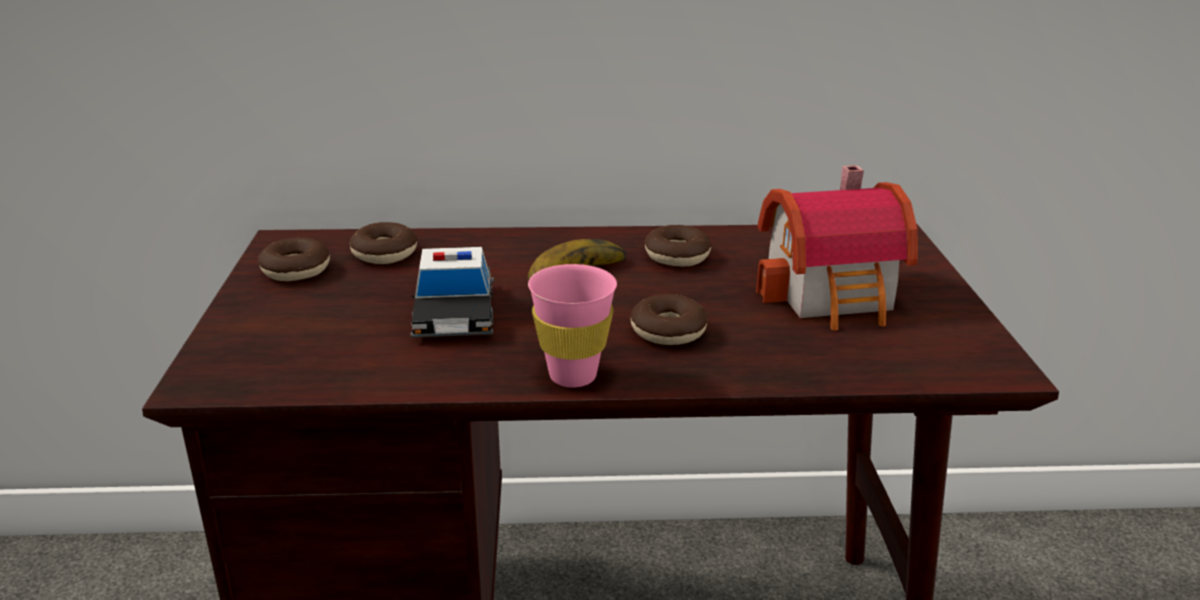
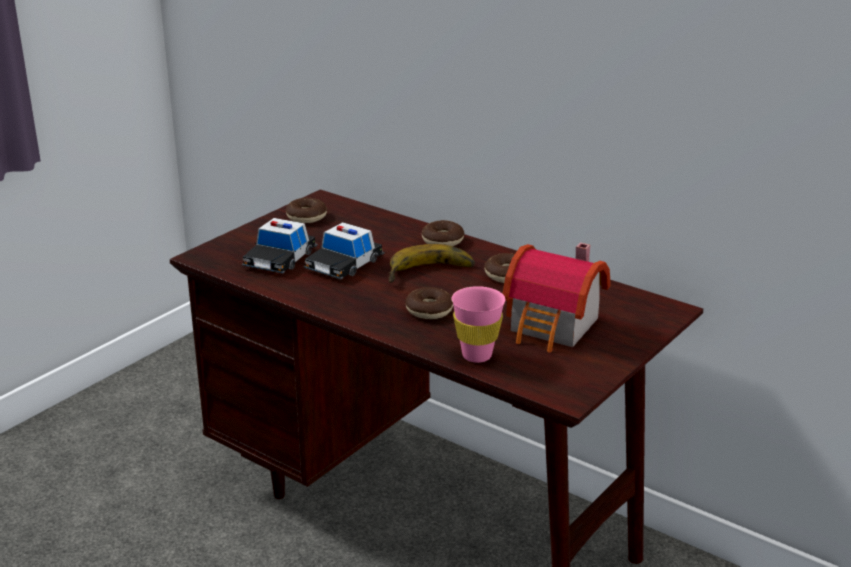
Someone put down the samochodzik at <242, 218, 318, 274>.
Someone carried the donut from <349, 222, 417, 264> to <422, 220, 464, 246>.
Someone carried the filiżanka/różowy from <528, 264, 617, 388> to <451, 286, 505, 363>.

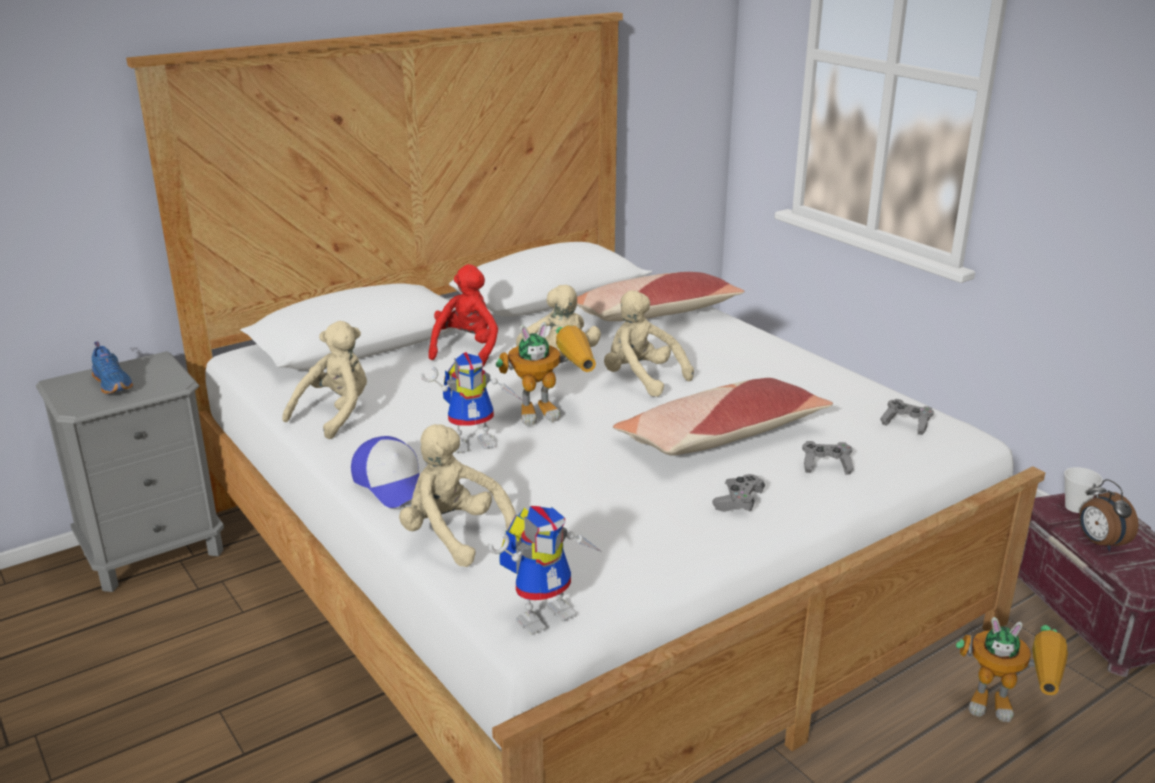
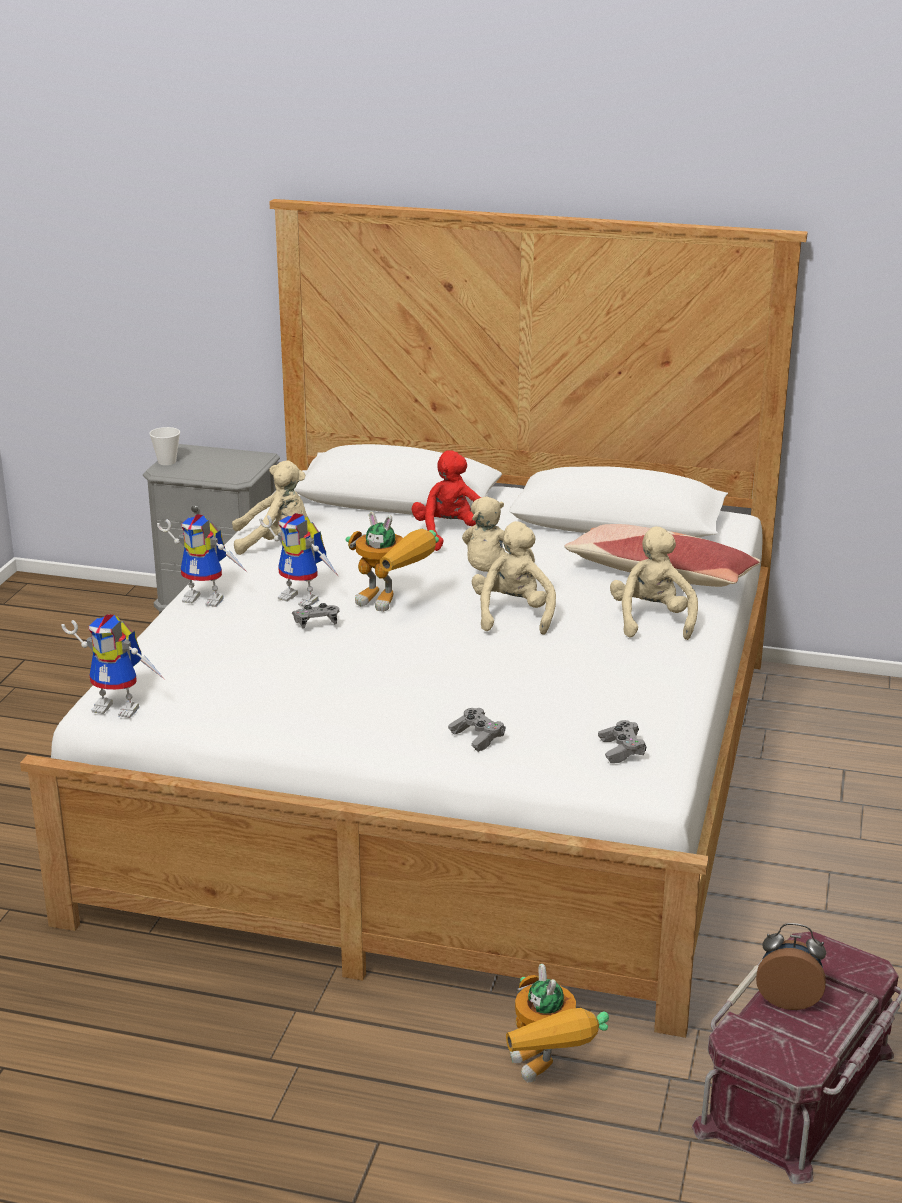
Someone took away the but/niebieski at <92, 341, 133, 394>.
Someone took away the poduszka at <613, 378, 833, 456>.
Someone carried the pluszak/beżowy from <399, 424, 516, 567> to <610, 527, 698, 640>.
Someone carried the pad do gier/szary from <712, 474, 765, 512> to <292, 603, 339, 628>.
Someone carried the filiżanka from <1064, 467, 1103, 513> to <149, 427, 180, 465>.
Someone swapped the czapka z daszkiem at <351, 436, 420, 508> for the robot zabawkowy at <157, 514, 248, 607>.
Someone rotated the pluszak/czerwony at <428, 264, 498, 366> by 75 degrees counterclockwise.
Someone rotated the budzik at <1079, 479, 1139, 551> by 75 degrees clockwise.

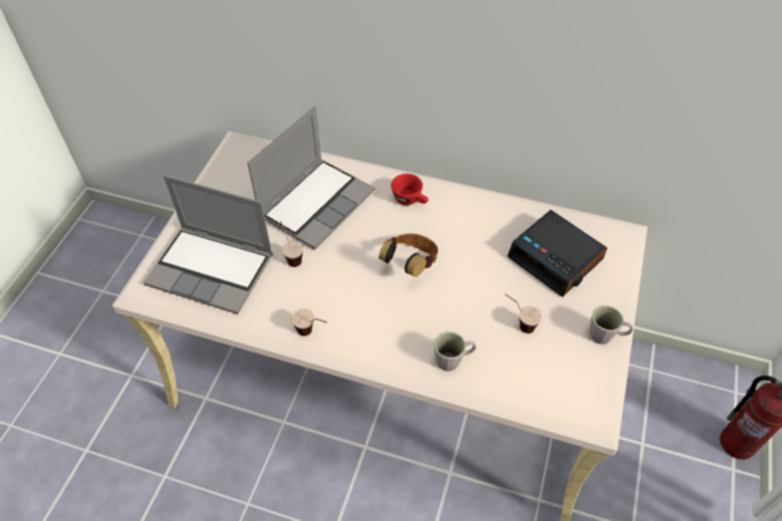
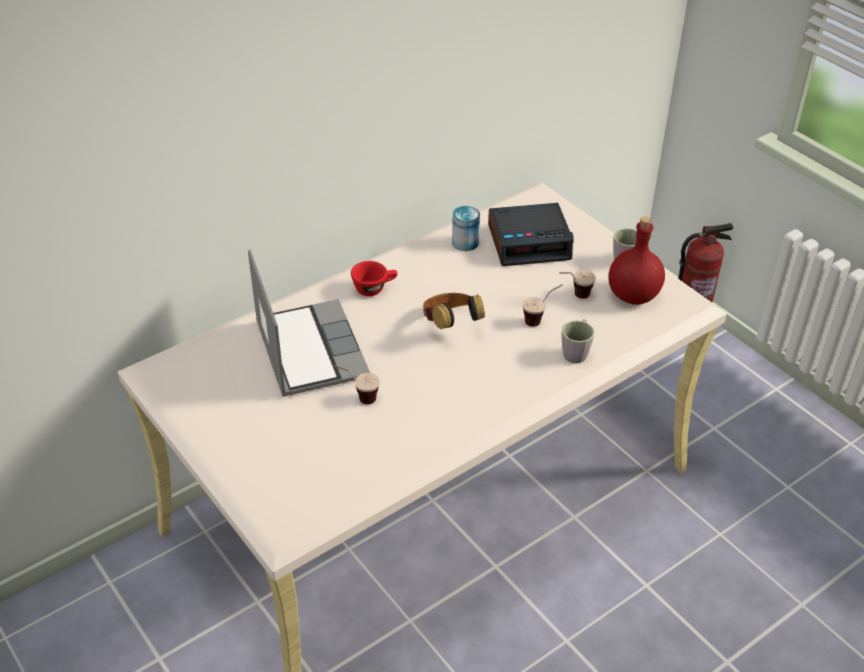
Someone took away the laptop at <143, 175, 273, 314>.
Someone put down the puszka at <452, 206, 480, 251>.
Someone put down the butelka/czerwony at <608, 217, 665, 305>.
Someone carried the filiżanka from <291, 309, 327, 336> to <523, 285, 562, 327>.

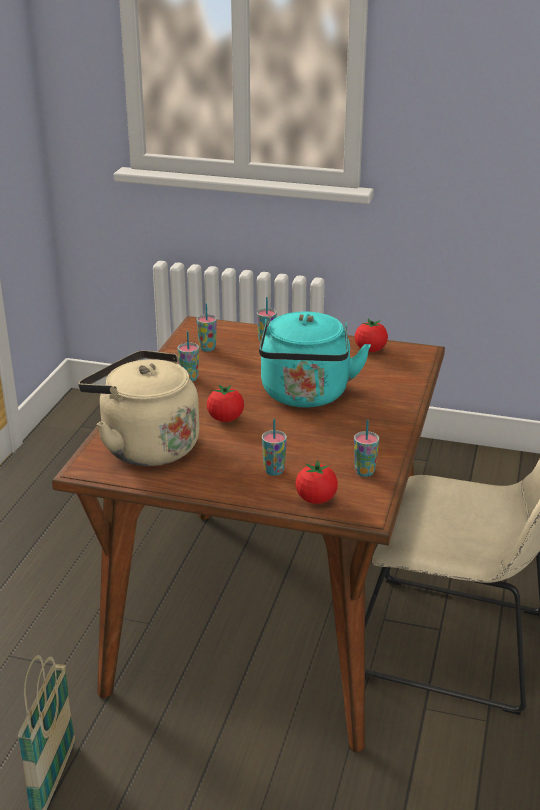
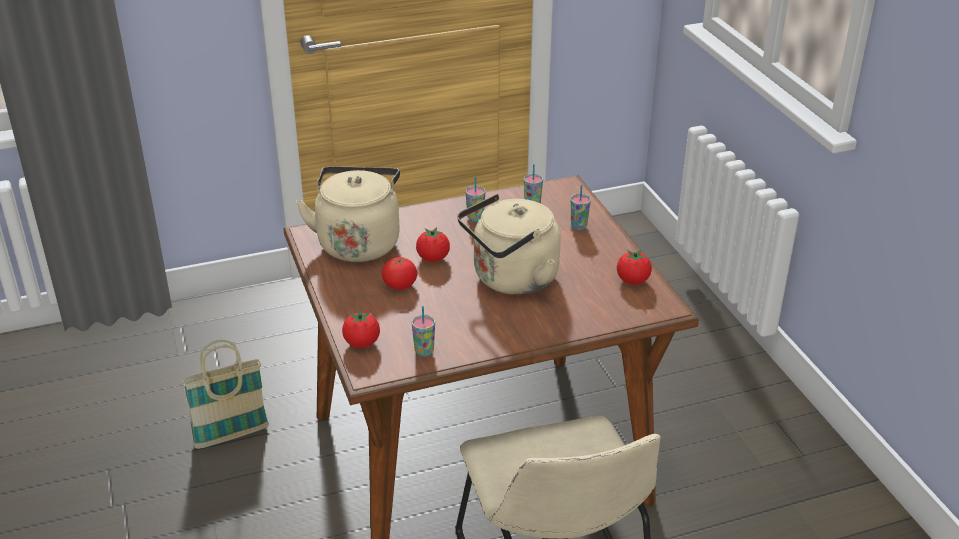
Someone took away the filiżanka at <262, 419, 287, 476>.
Someone put down the pomidor at <382, 256, 418, 290>.
Someone repainted the czajnik/turkusowy at <259, 312, 371, 408>, which became the czajnik/beżowy at <457, 194, 561, 295>.

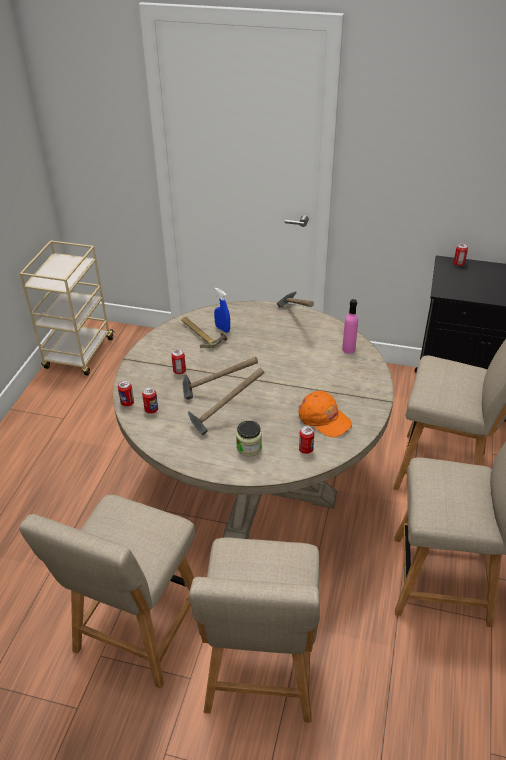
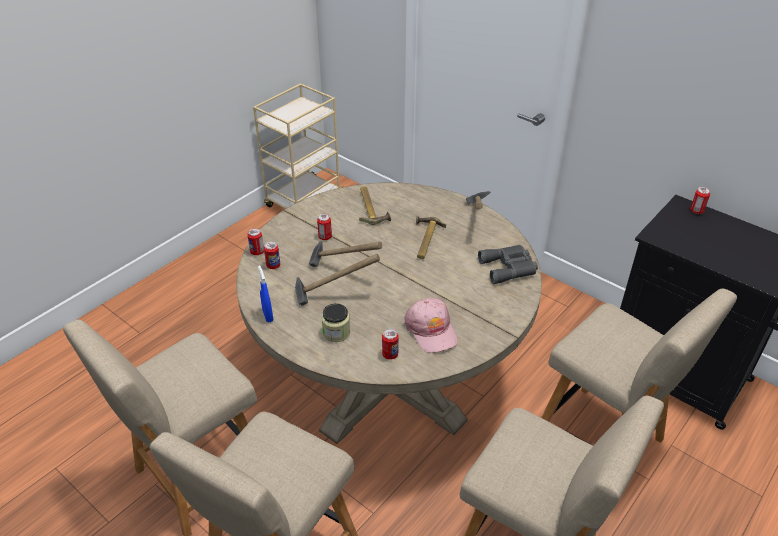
Someone put down the młotek at <416, 215, 446, 259>.
Someone carried the spryskiwacz/niebieski from <214, 288, 230, 333> to <258, 265, 273, 322>.
Someone swapped the butelka/różowy at <342, 299, 358, 354> for the lornetka/szary at <478, 245, 538, 284>.
Someone repainted the czapka z daszkiem/pomarańczowy at <299, 391, 352, 437>, which became the czapka z daszkiem/różowy at <404, 298, 458, 353>.

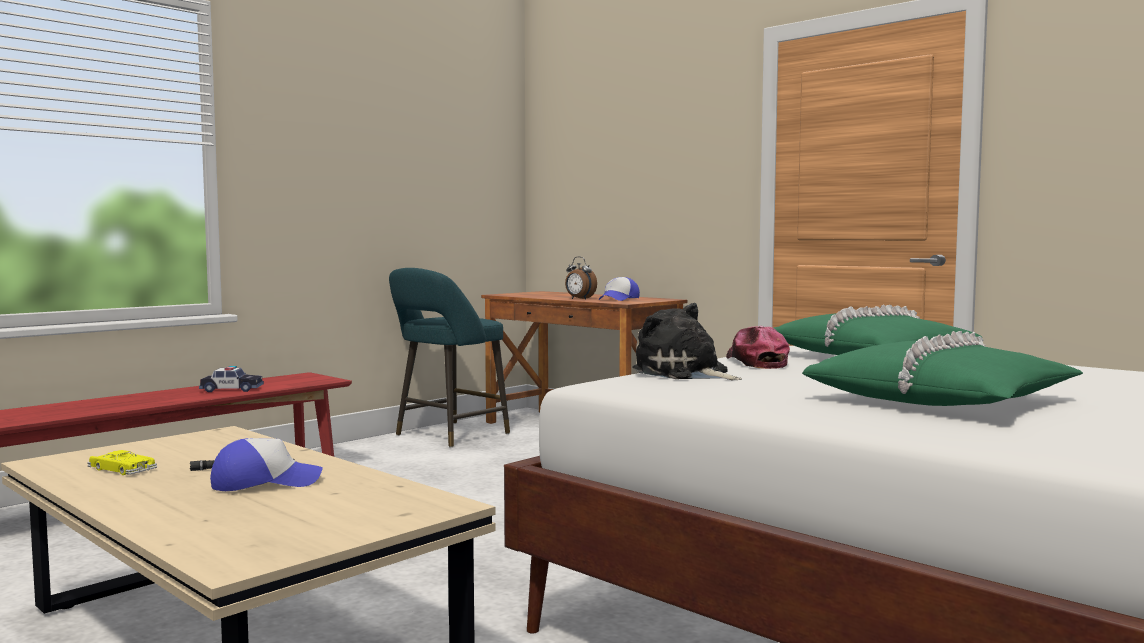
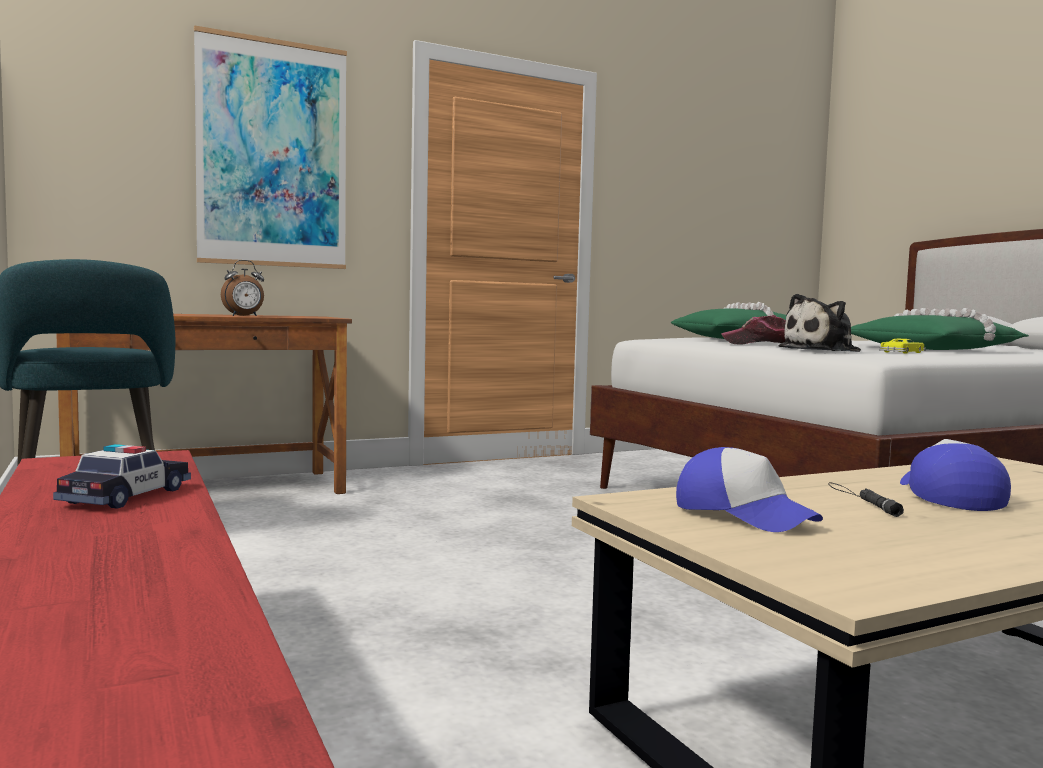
Someone put up the obraz at <194, 25, 347, 269>.
Someone carried the samochodzik/żółty from <87, 450, 157, 475> to <879, 339, 926, 354>.
Someone carried the czapka z daszkiem from <598, 277, 640, 301> to <676, 447, 823, 532>.

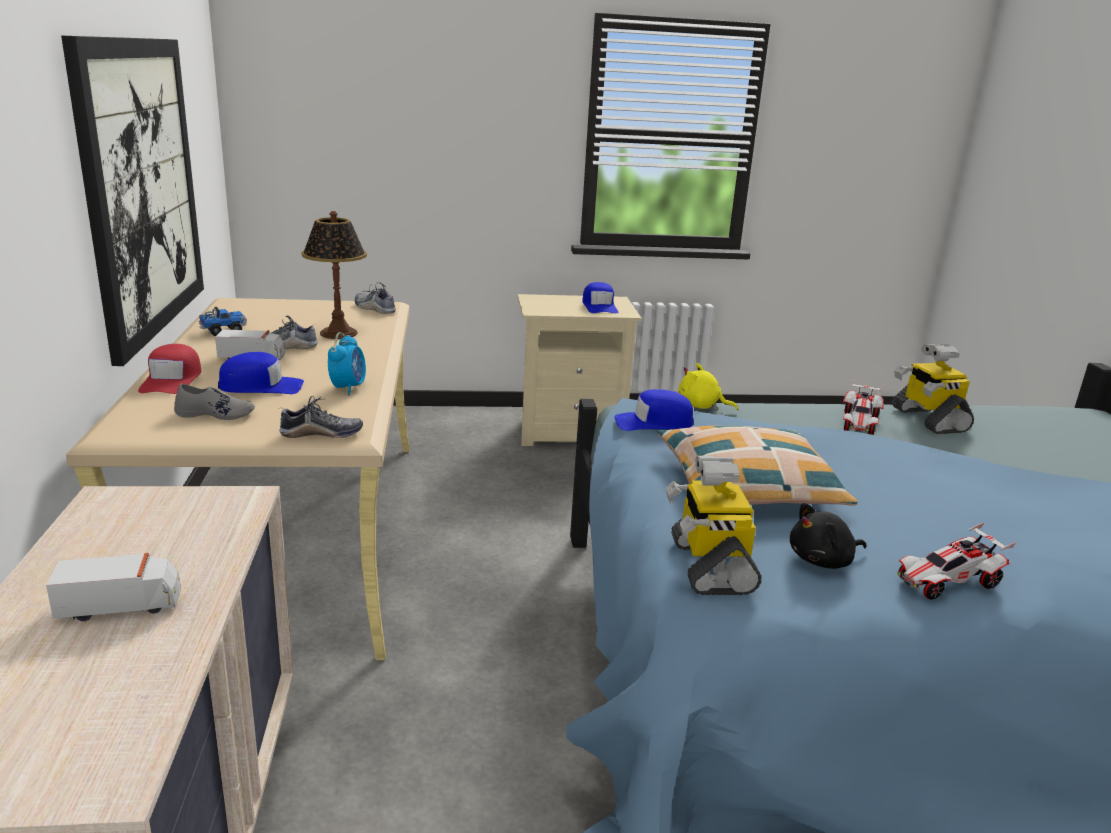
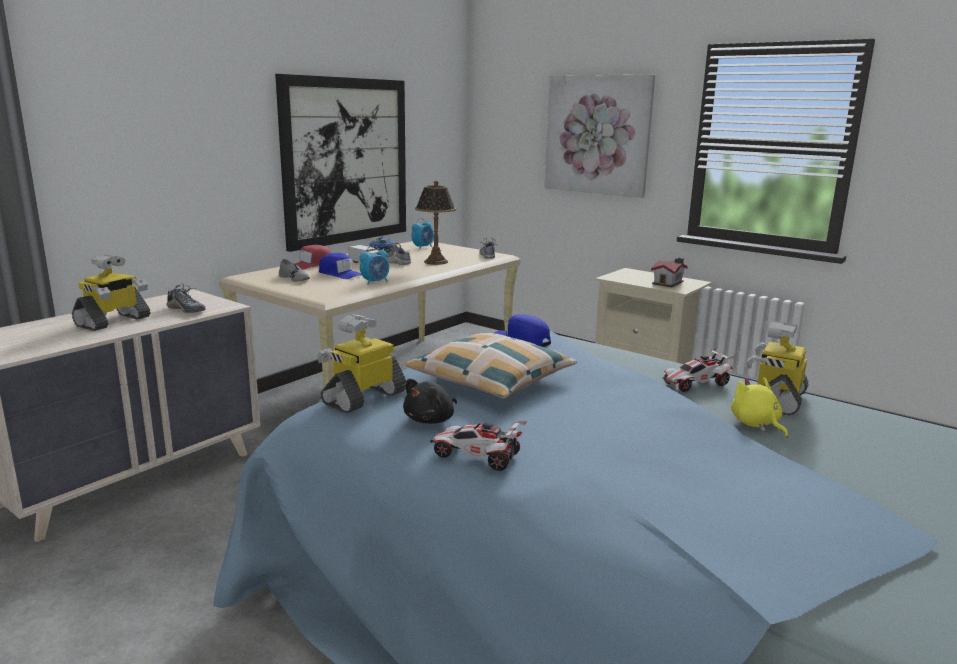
Someone put down the budzik at <412, 218, 434, 249>.
Someone put up the obraz at <544, 75, 655, 198>.
Someone carried the but from <279, 396, 363, 438> to <167, 285, 206, 313>.
Someone carried the pluszak/żółty from <678, 363, 738, 411> to <731, 377, 788, 437>.
Someone swapped the ciężarówka zabawkowa at <46, 553, 180, 621> for the robot zabawkowy at <72, 254, 151, 331>.
Someone swapped the czapka z daszkiem/niebieski at <582, 282, 618, 313> for the domek at <651, 257, 688, 287>.
Someone rotated the pluszak/czarny at <790, 503, 867, 569> by 75 degrees counterclockwise.

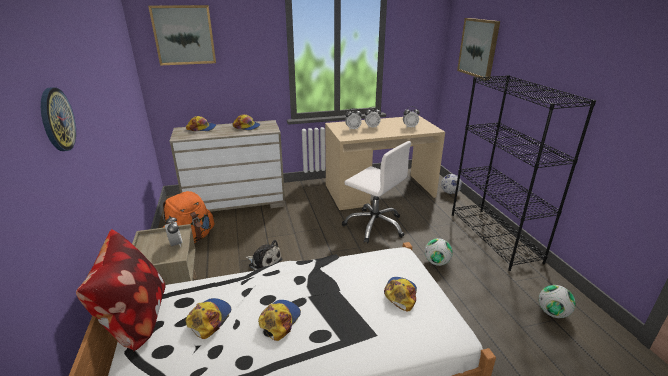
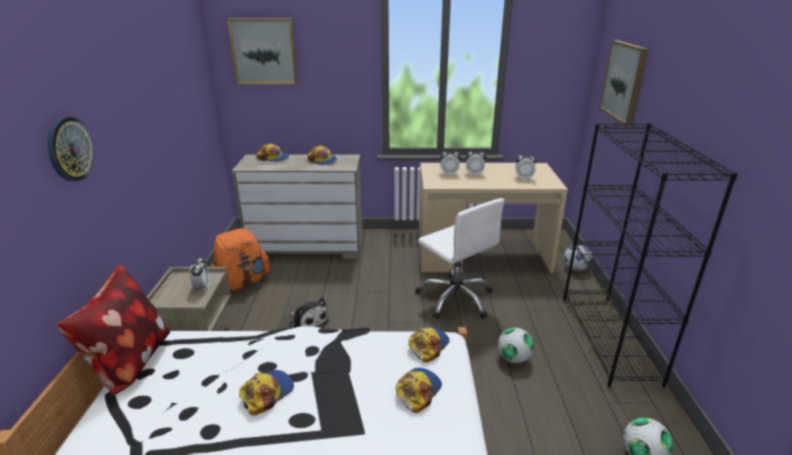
Someone carried the czapka z daszkiem from <186, 298, 231, 339> to <408, 326, 449, 363>.

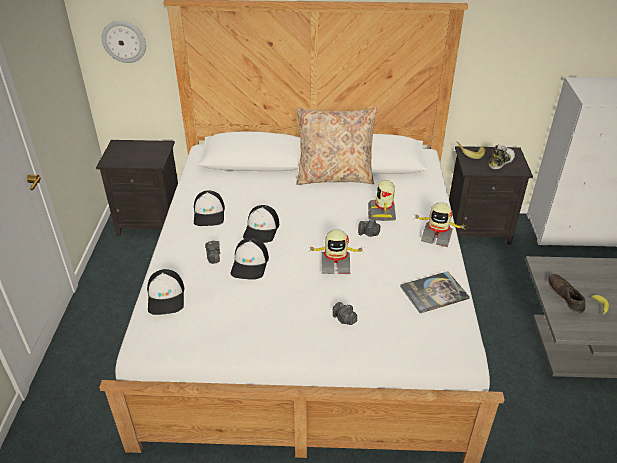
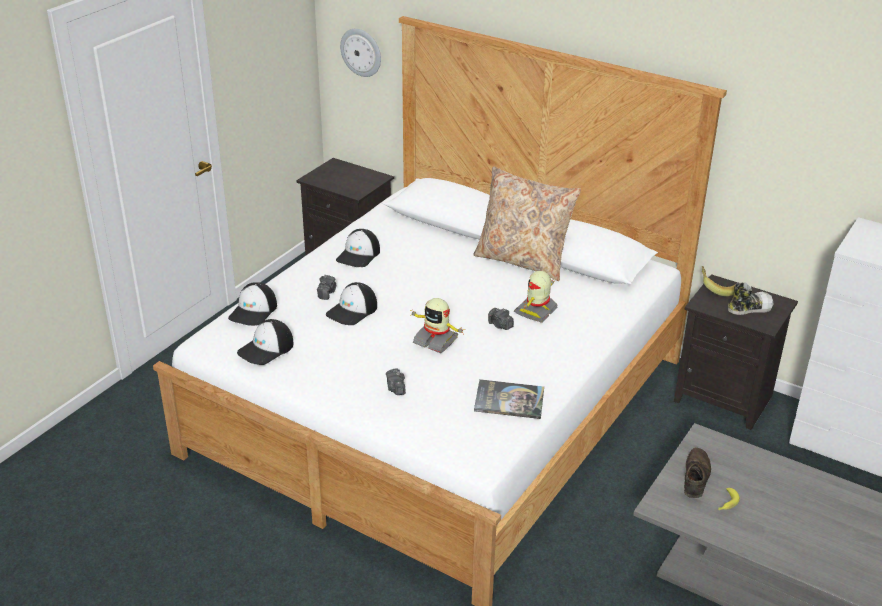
Someone took away the robot zabawkowy at <415, 202, 467, 247>.
Someone carried the czapka z daszkiem from <243, 205, 279, 243> to <237, 319, 294, 365>.

